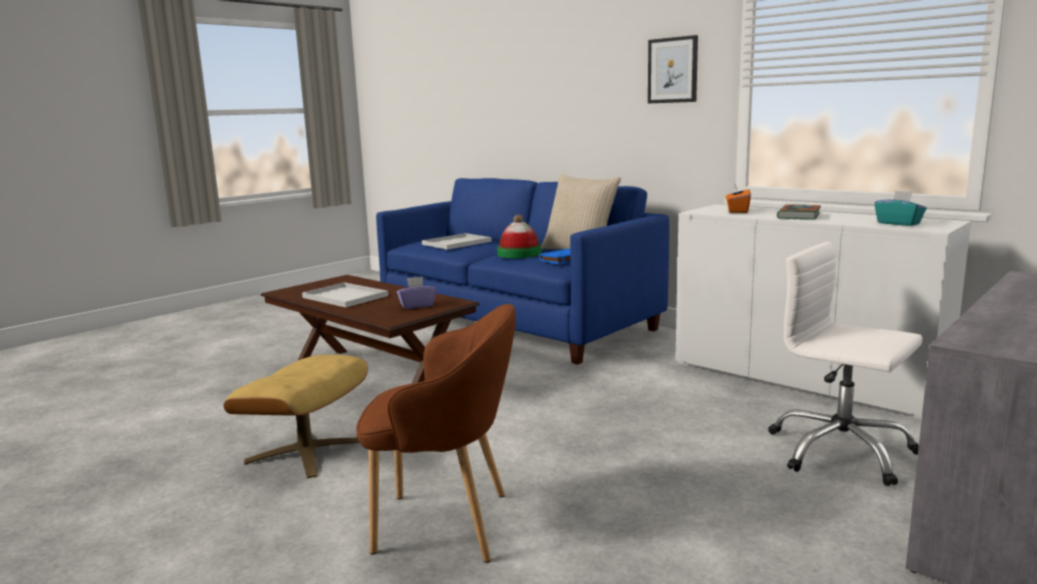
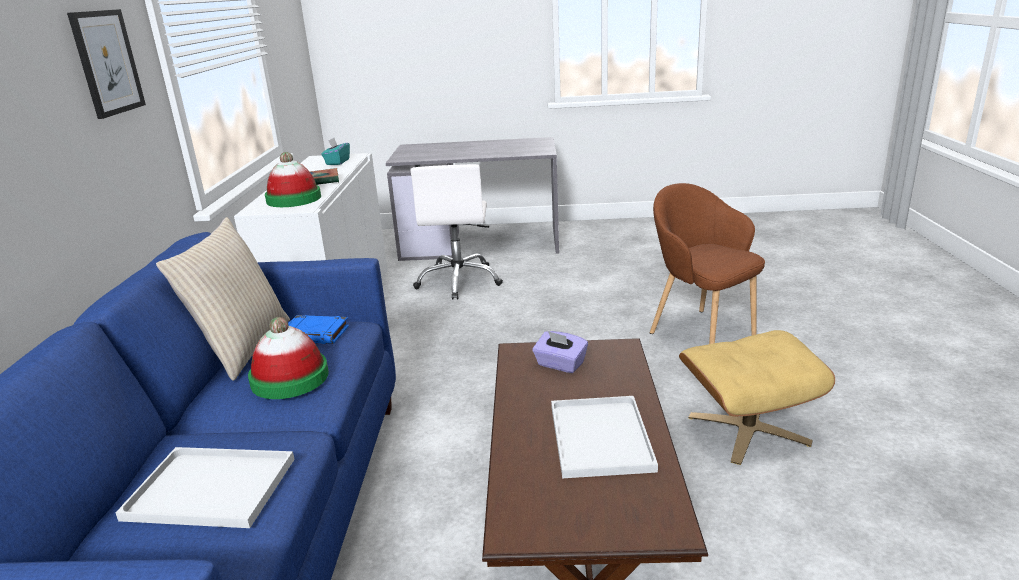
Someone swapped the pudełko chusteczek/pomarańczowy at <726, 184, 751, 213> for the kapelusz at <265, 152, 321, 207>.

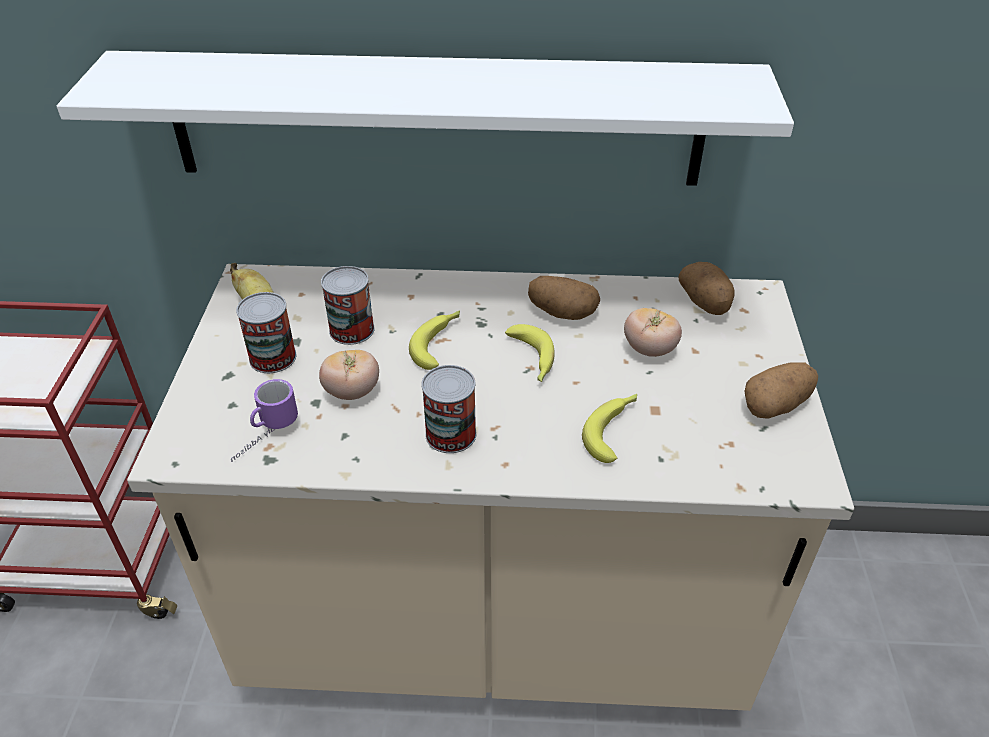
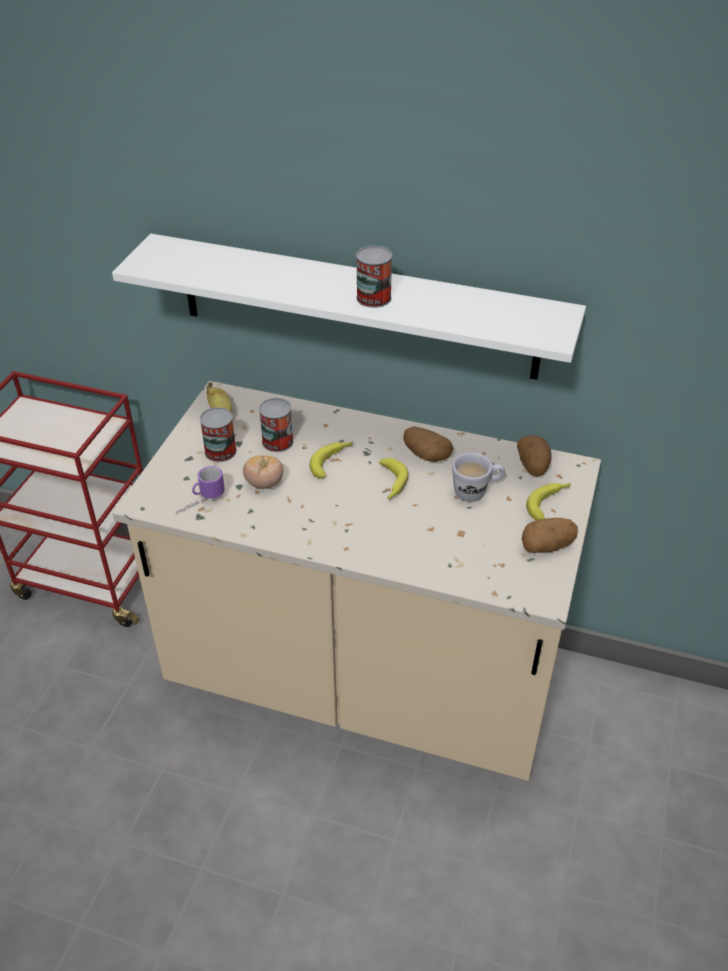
Someone carried the puszka from <421, 365, 476, 453> to <356, 246, 392, 308>.
Someone carried the banan from <582, 394, 637, 463> to <526, 483, 571, 520>.
Someone swapped the pomidor at <624, 308, 682, 357> for the kubek/biały at <452, 453, 505, 502>.

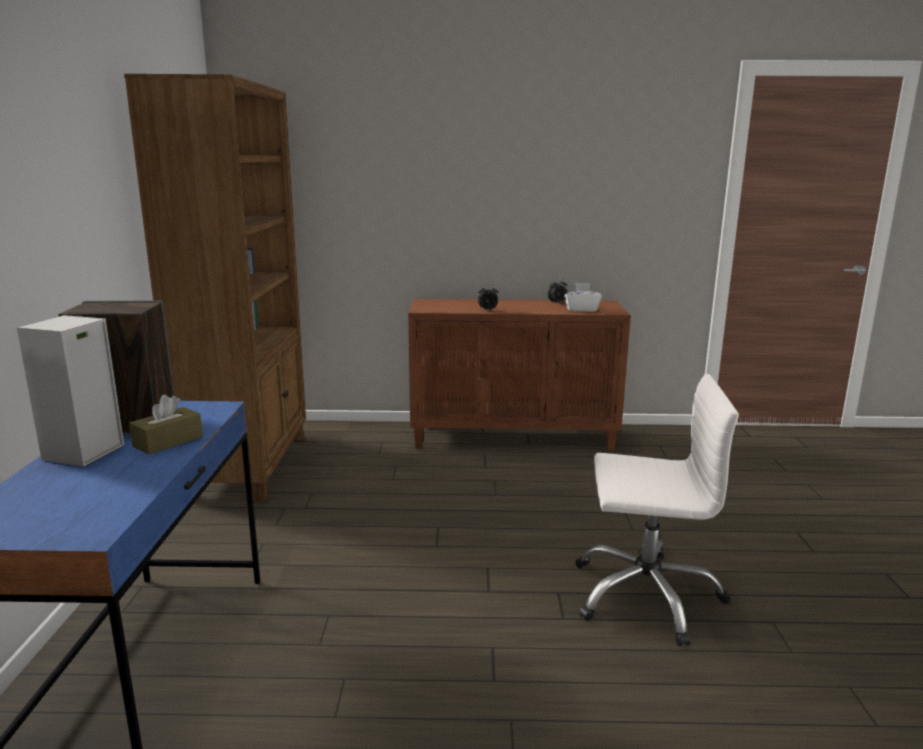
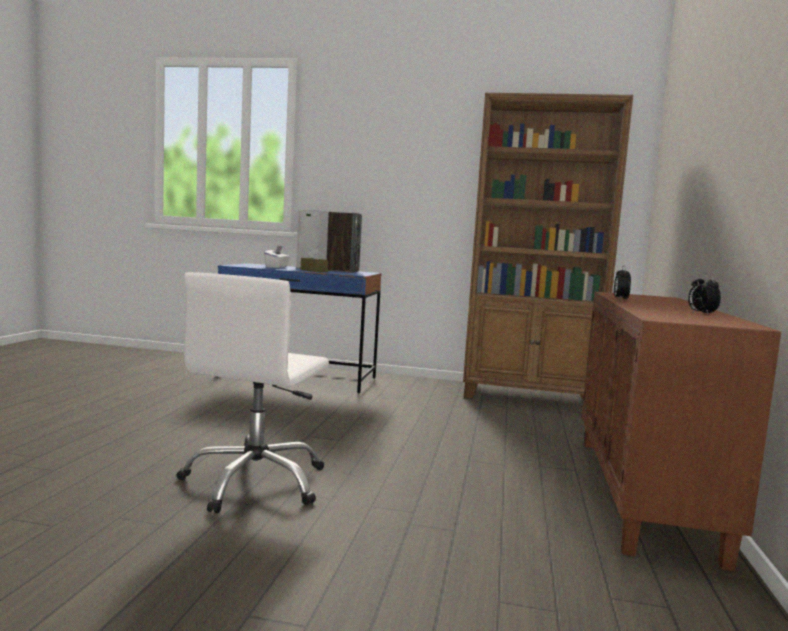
Someone carried the pudełko chusteczek/biały from <564, 283, 602, 312> to <264, 246, 290, 268>.

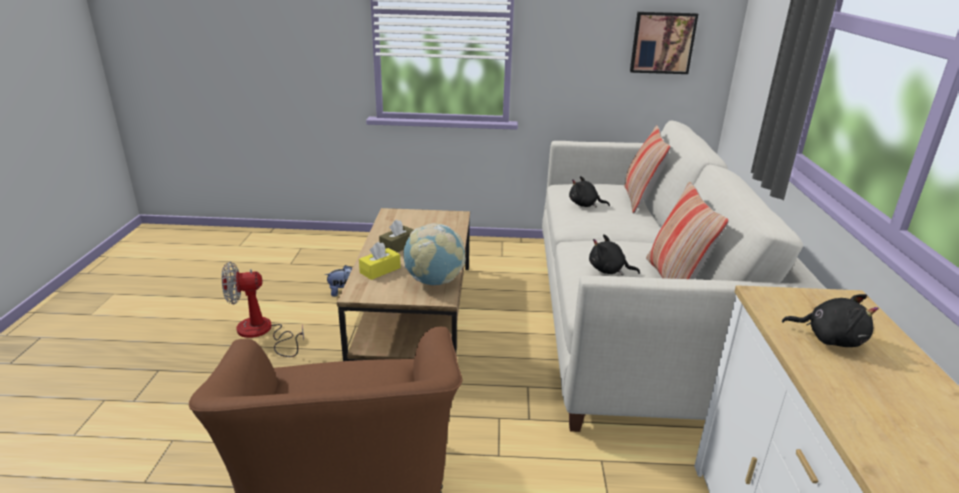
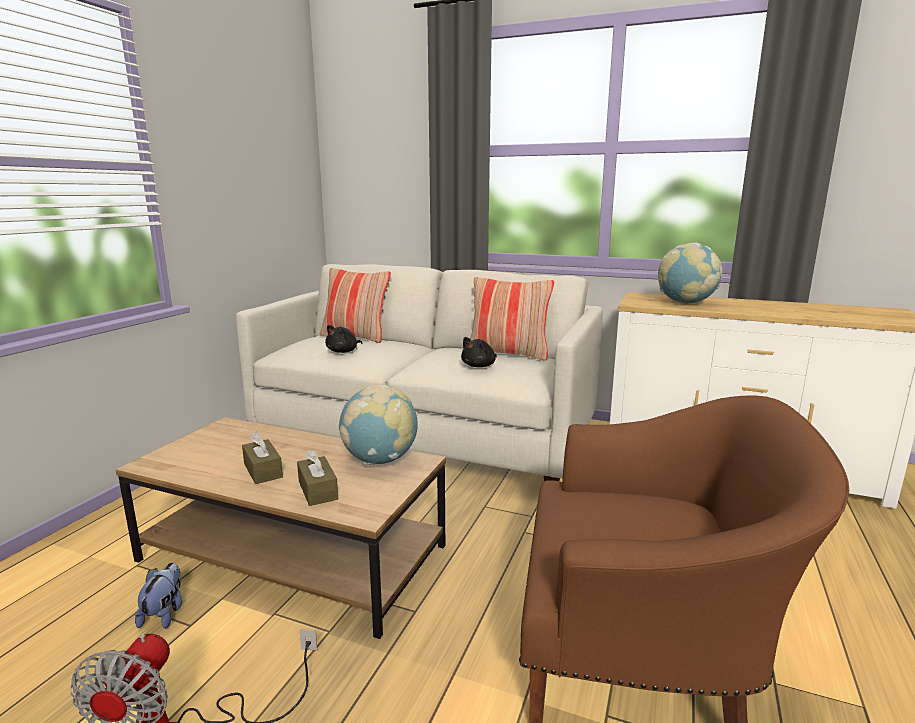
Someone took away the obraz at <630, 12, 698, 74>.
Someone swapped the pluszak/czarny at <782, 294, 879, 347> for the globus at <658, 243, 723, 304>.
Someone repainted the pudełko chusteczek/żółty at <359, 242, 401, 280>, which became the pudełko chusteczek/brązowy at <297, 449, 338, 506>.

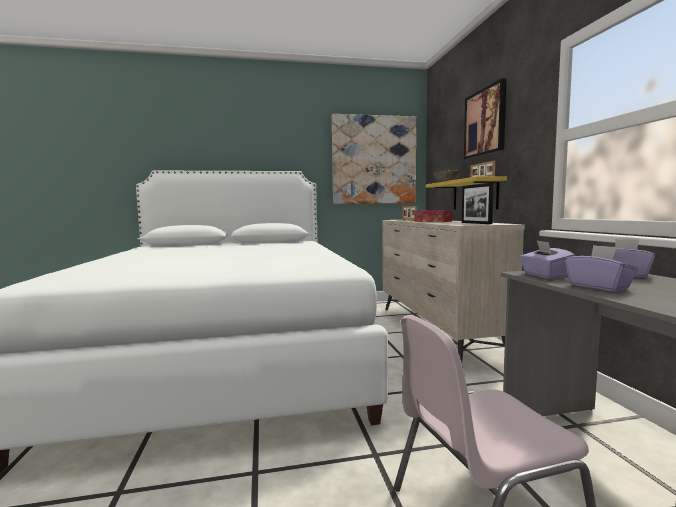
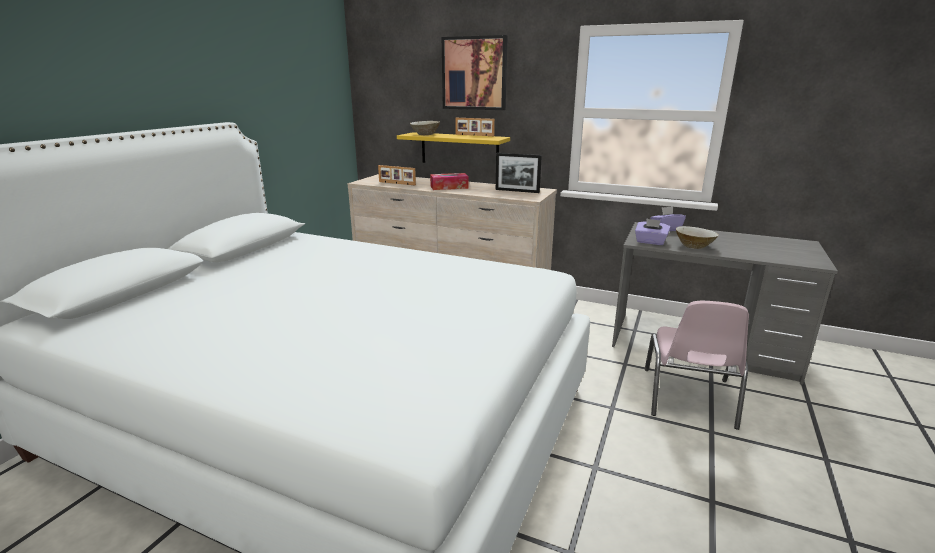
Someone took away the obraz at <332, 114, 416, 204>.
Someone swapped the pudełko chusteczek/fioletowy at <565, 245, 638, 291> for the miska/beżowy at <676, 226, 719, 249>.

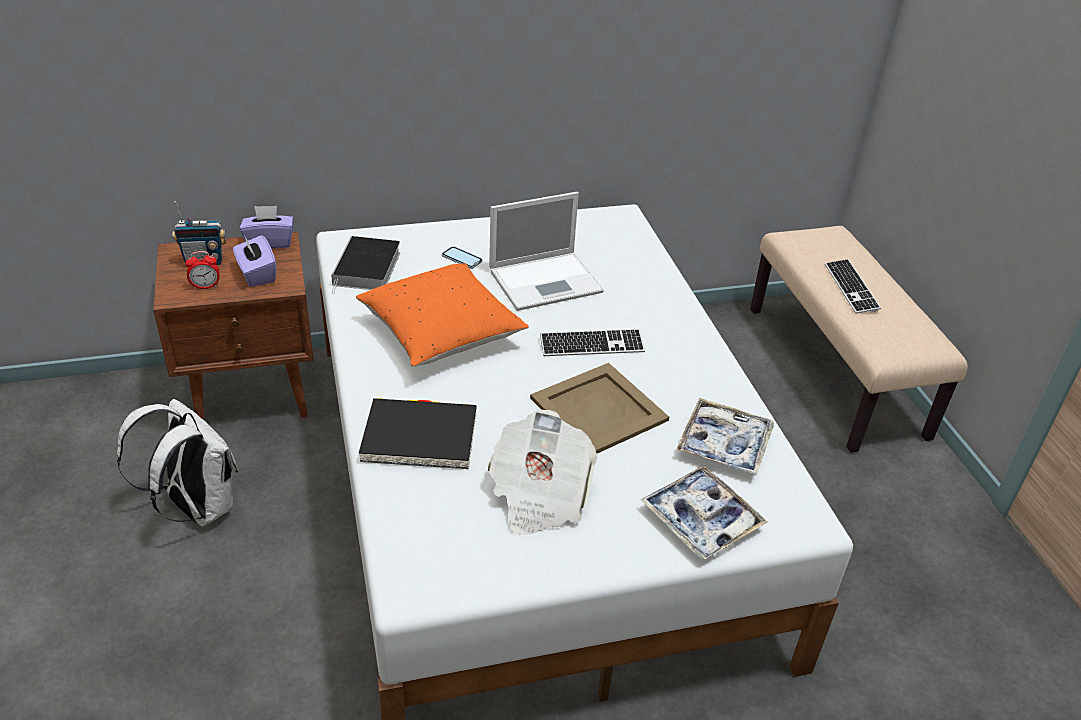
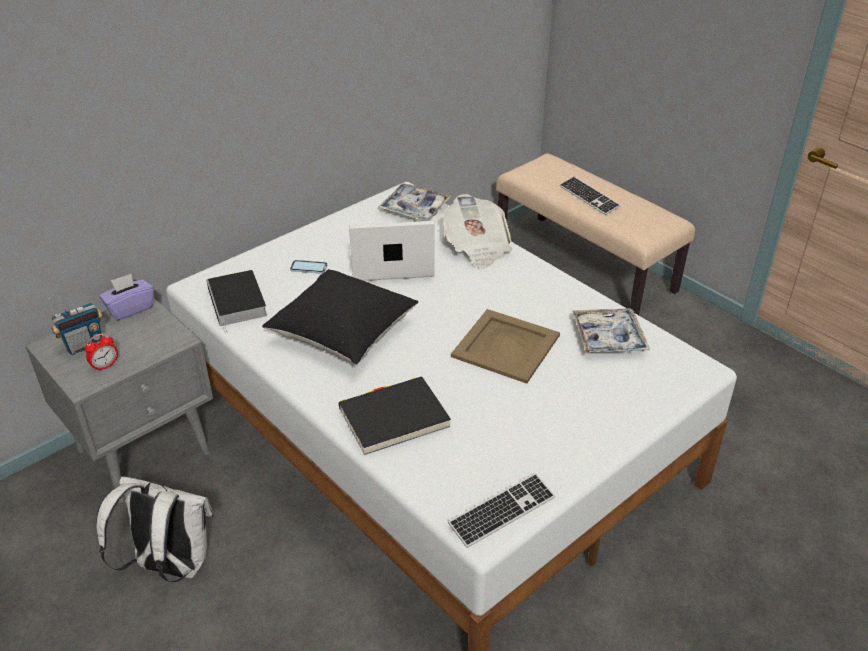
Someone took away the pudełko chusteczek/fioletowy at <233, 235, 276, 287>.
Someone carried the gazeta from <488, 410, 597, 535> to <443, 194, 512, 269>.
Someone carried the klawiatura from <540, 329, 645, 356> to <448, 473, 555, 548>.
Someone carried the taca from <641, 466, 768, 559> to <378, 183, 451, 221>.
Someone repainted the szafka nocna/brązowy at <153, 232, 314, 420>, which became the szafka nocna/szary at <25, 298, 213, 503>.
Someone repainted the poduszka/pomarańczowy at <356, 263, 529, 367>, which became the poduszka/czarny at <262, 269, 418, 365>.
Someone rotated the laptop at <489, 192, 604, 311> by 135 degrees counterclockwise.

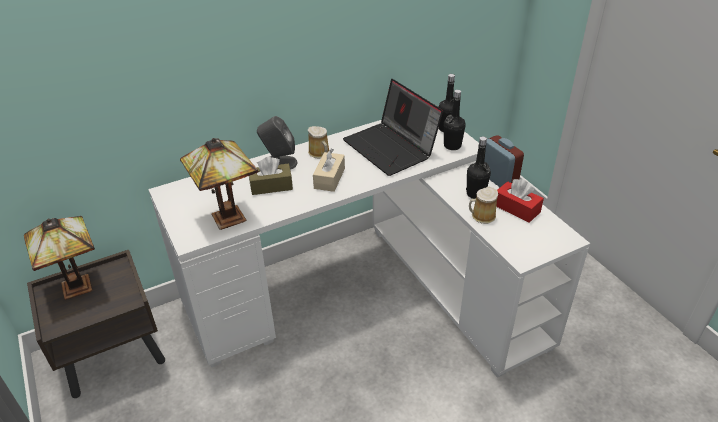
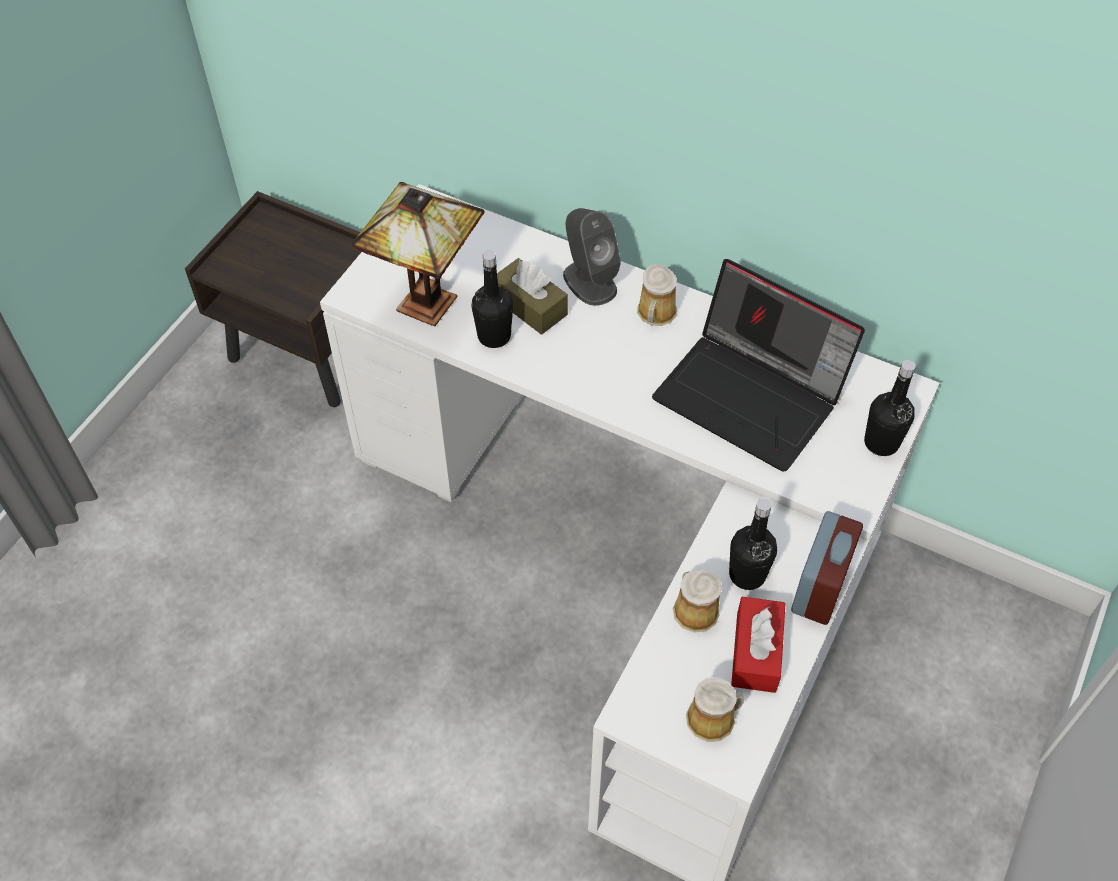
Someone took away the lampa stołowa at <24, 216, 95, 300>.
Someone took away the pudełko chusteczek/beżowy at <313, 149, 345, 192>.
Someone put down the kubek at <686, 677, 744, 742>.
Someone carried the butelka/czarny from <444, 90, 466, 150> to <472, 251, 513, 348>.
Someone rotated the laptop at <343, 79, 443, 176> by 75 degrees counterclockwise.

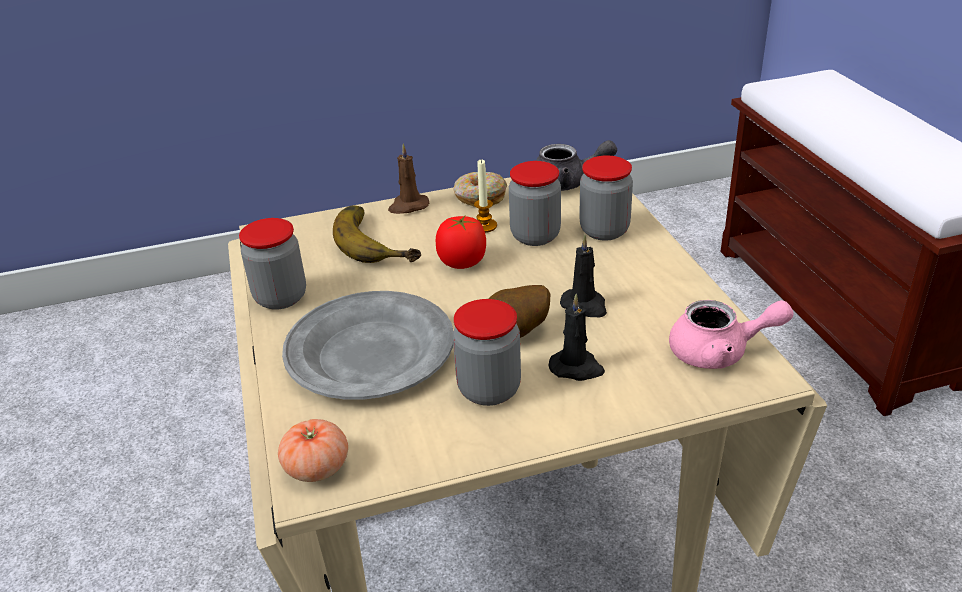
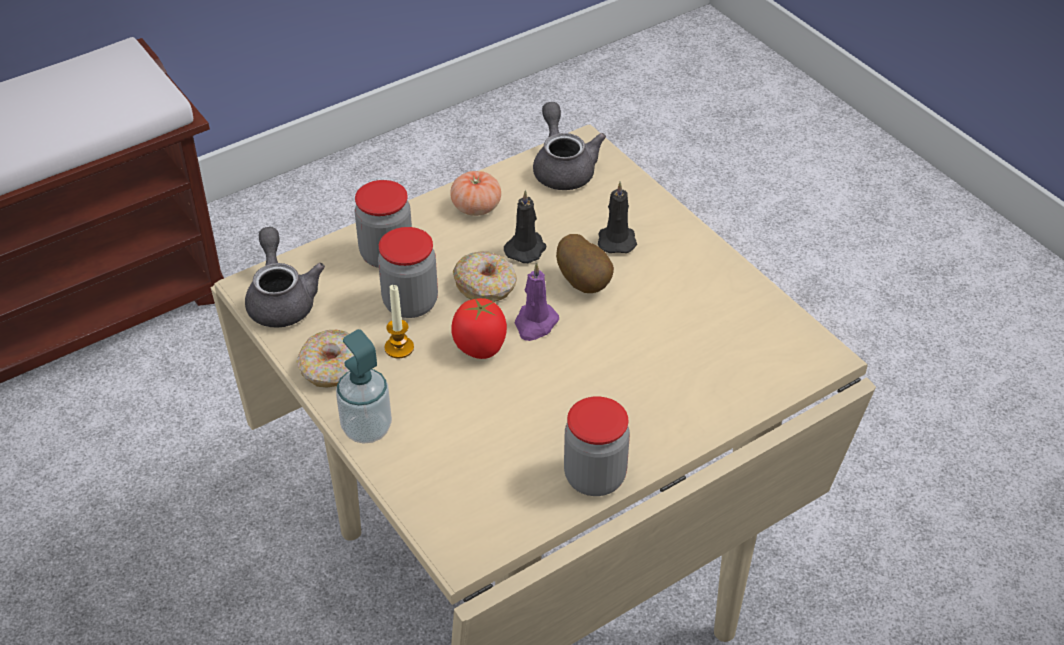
Someone took away the talerz/szary at <282, 291, 453, 400>.
Someone took away the banan at <333, 205, 421, 263>.
Someone took away the słoik at <453, 299, 521, 406>.
Someone put down the donut at <453, 252, 517, 302>.
Someone put down the świeca/fioletowy at <514, 262, 559, 341>.
Someone carried the pomidor from <278, 419, 348, 482> to <450, 171, 501, 216>.
Someone swapped the świeca/brązowy at <388, 144, 429, 214> for the dozownik mydła at <336, 329, 392, 444>.
Someone repainted the imbryk/różowy at <669, 300, 794, 369>, which became the imbryk/szary at <533, 102, 606, 190>.

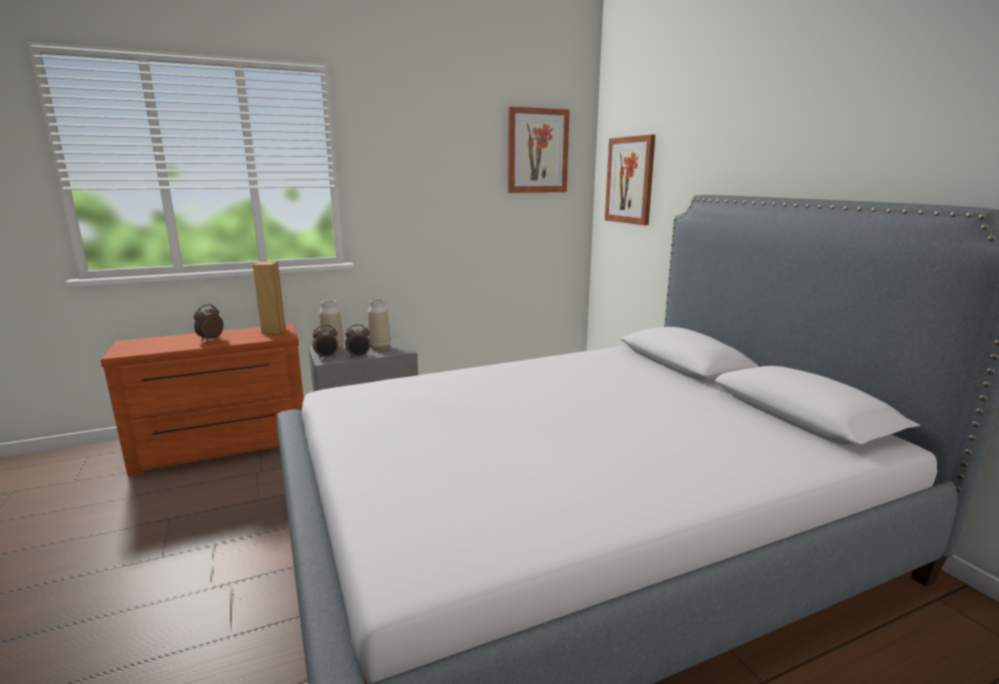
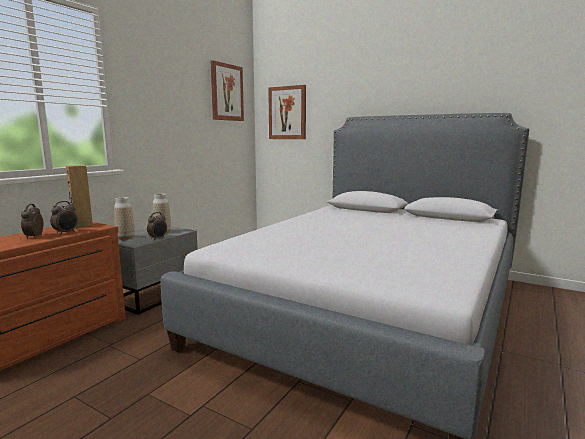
Someone carried the budzik from <312, 325, 338, 359> to <50, 201, 78, 235>.

